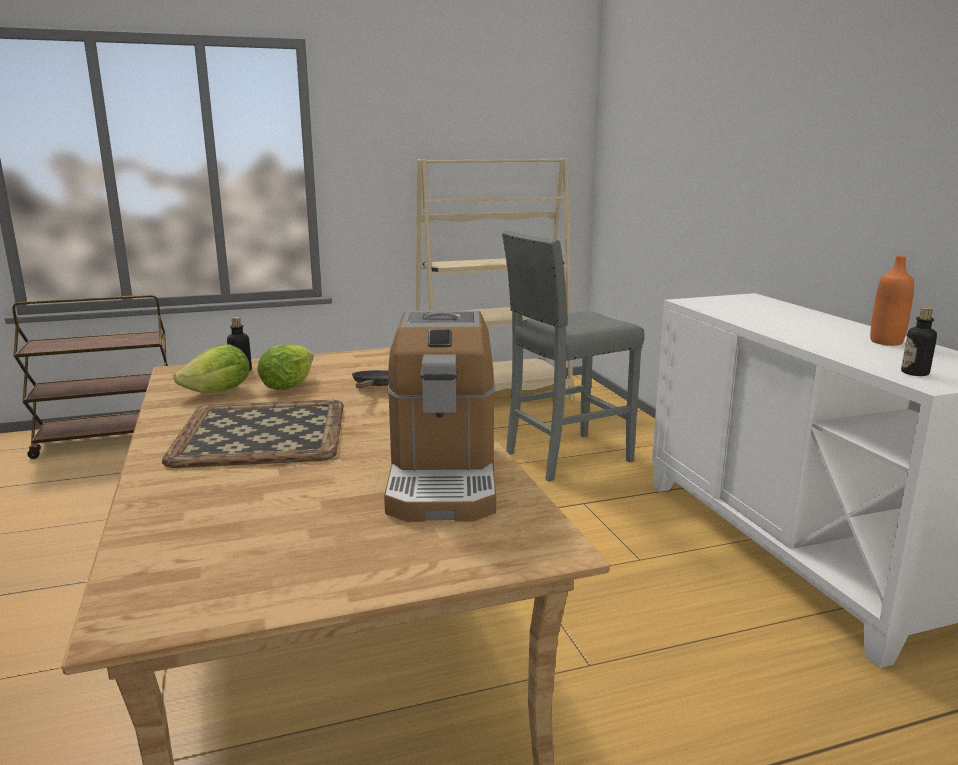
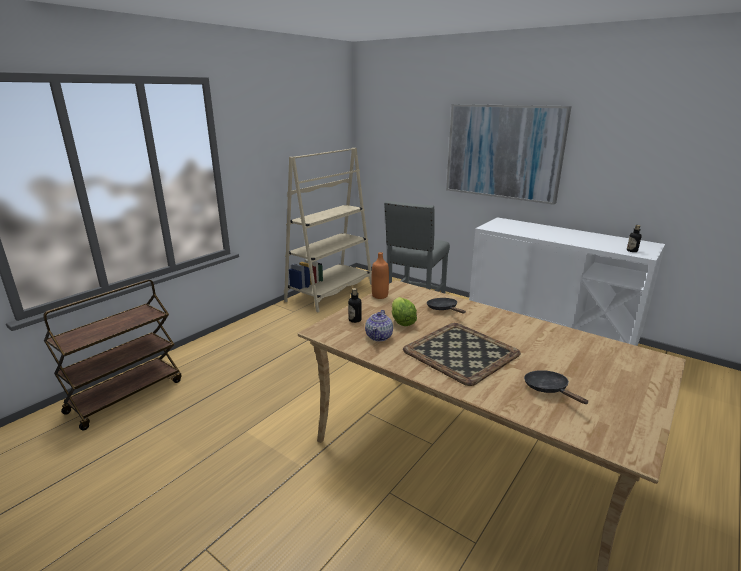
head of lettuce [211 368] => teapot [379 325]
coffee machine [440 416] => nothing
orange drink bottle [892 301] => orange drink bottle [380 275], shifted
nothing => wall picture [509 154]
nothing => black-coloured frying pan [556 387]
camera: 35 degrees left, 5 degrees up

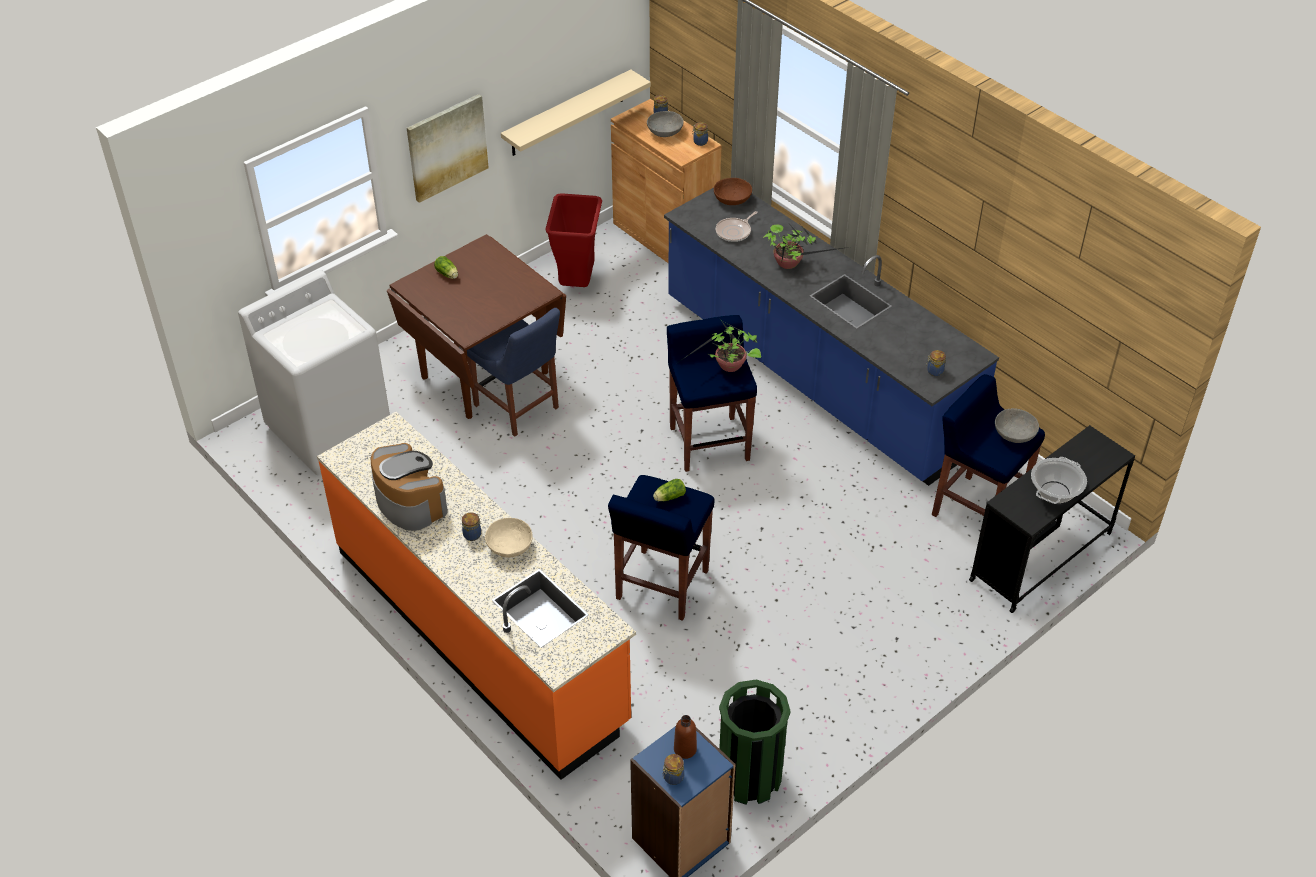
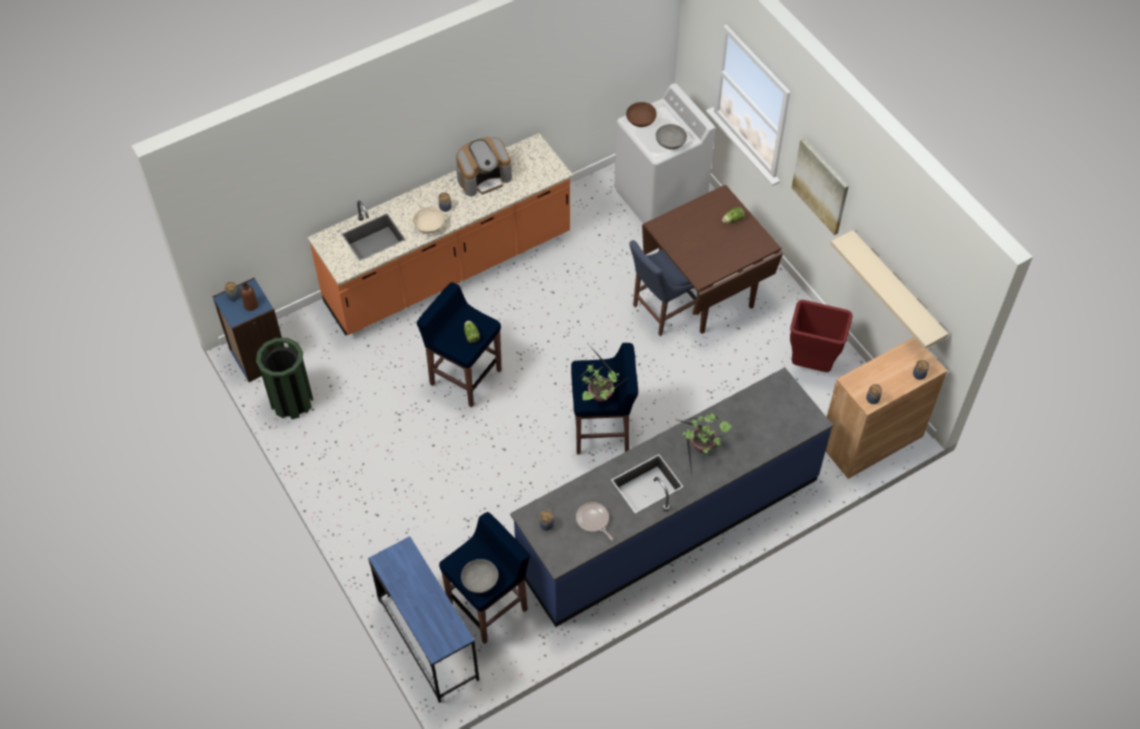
gray deep dish [665 124] => gray deep dish [671 137], shifted
brown deep dish [733 191] => brown deep dish [641 114], shifted
frying pan [737 226] => frying pan [595 521], shifted
black-coloured desk unit [1052 519] => blue-coloured desk unit [423 619]
saucepot [1059 480] => nothing
camera: 100 degrees right, 10 degrees up

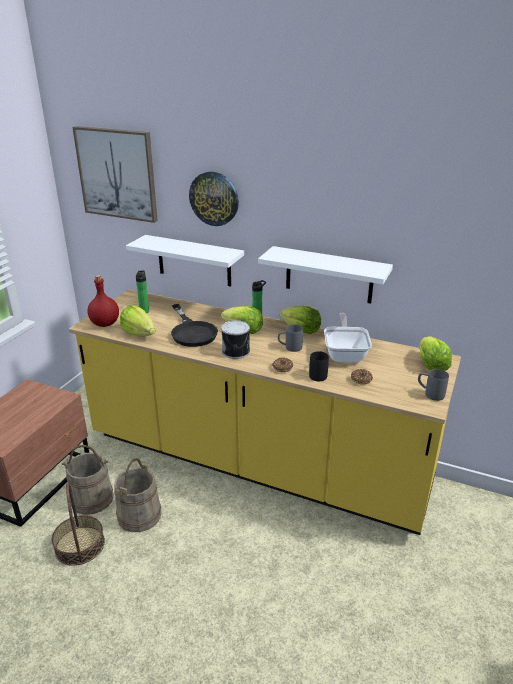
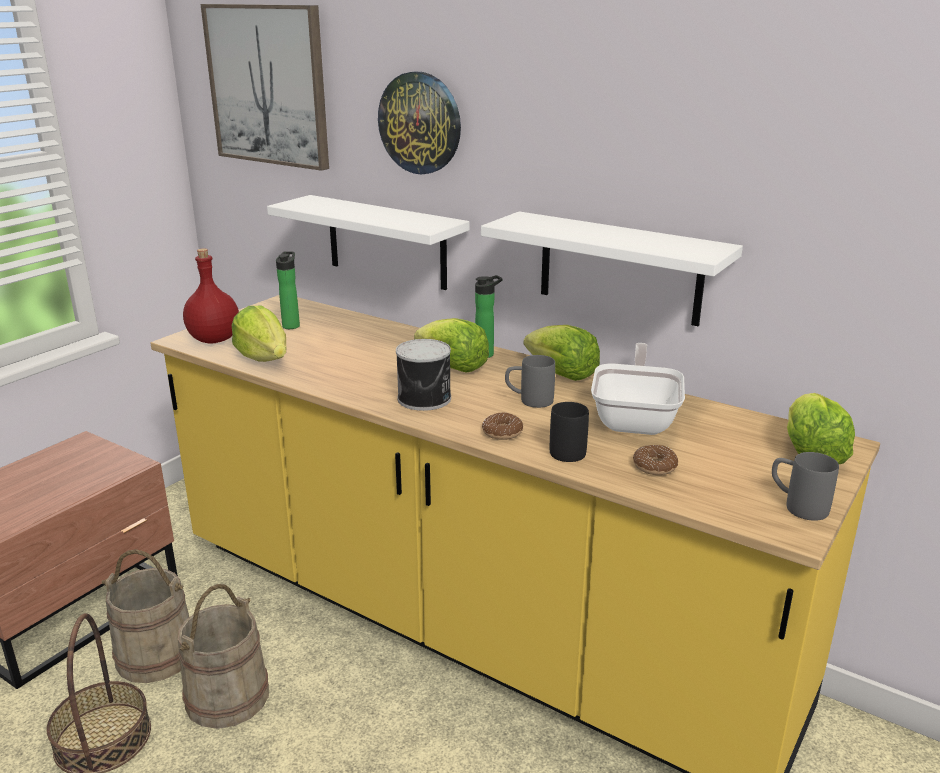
black-coloured frying pan [194 325] => nothing
camera: 10 degrees right, 5 degrees down

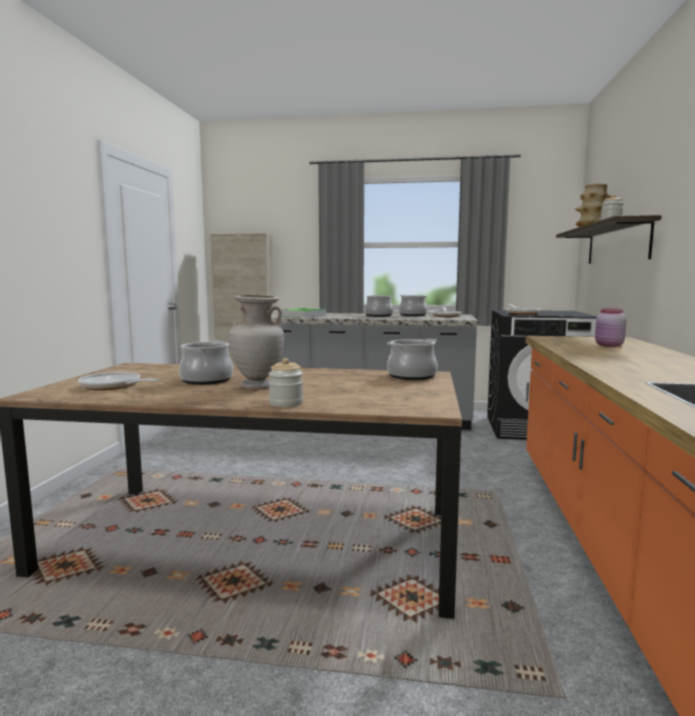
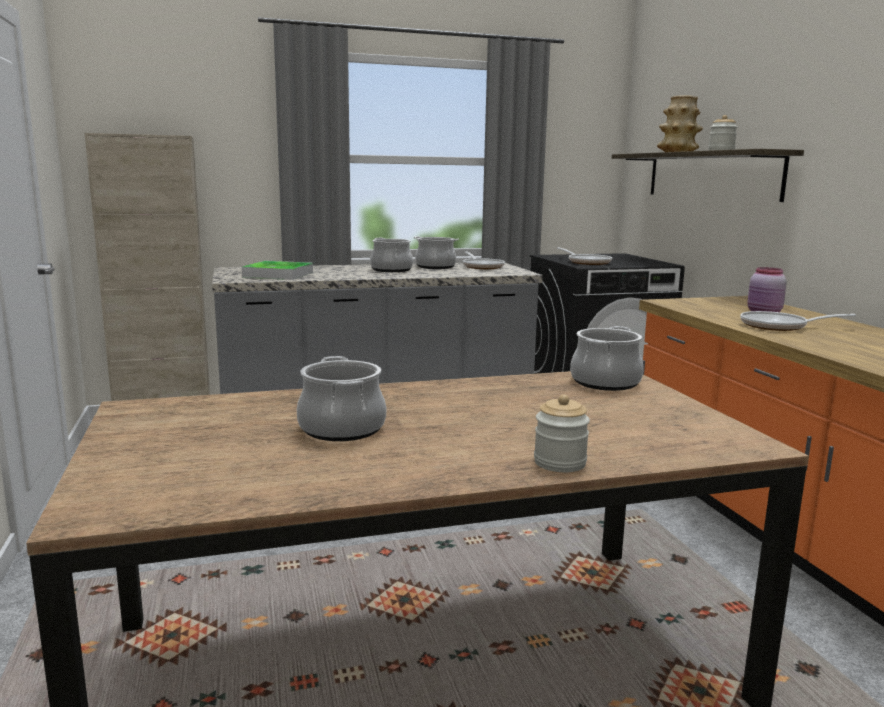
frying pan [118 381] => frying pan [798 321], shifted
sand-coloured vase [256 342] => nothing
camera: 25 degrees left, 5 degrees up

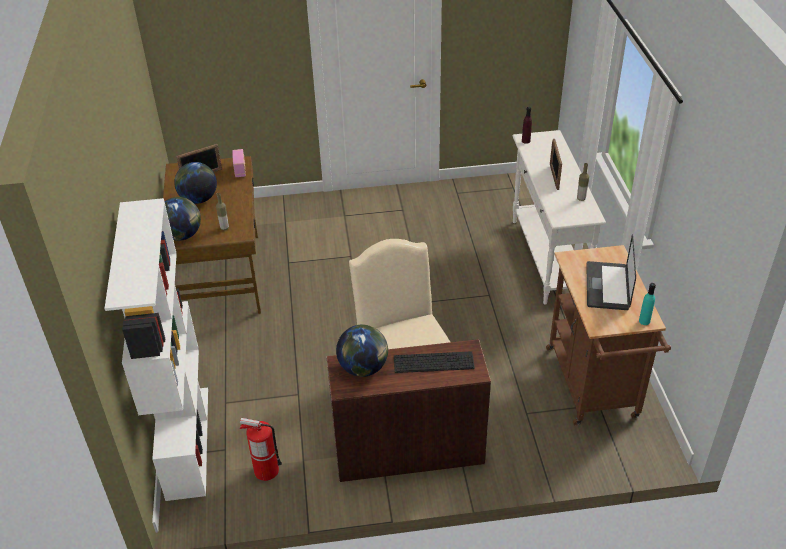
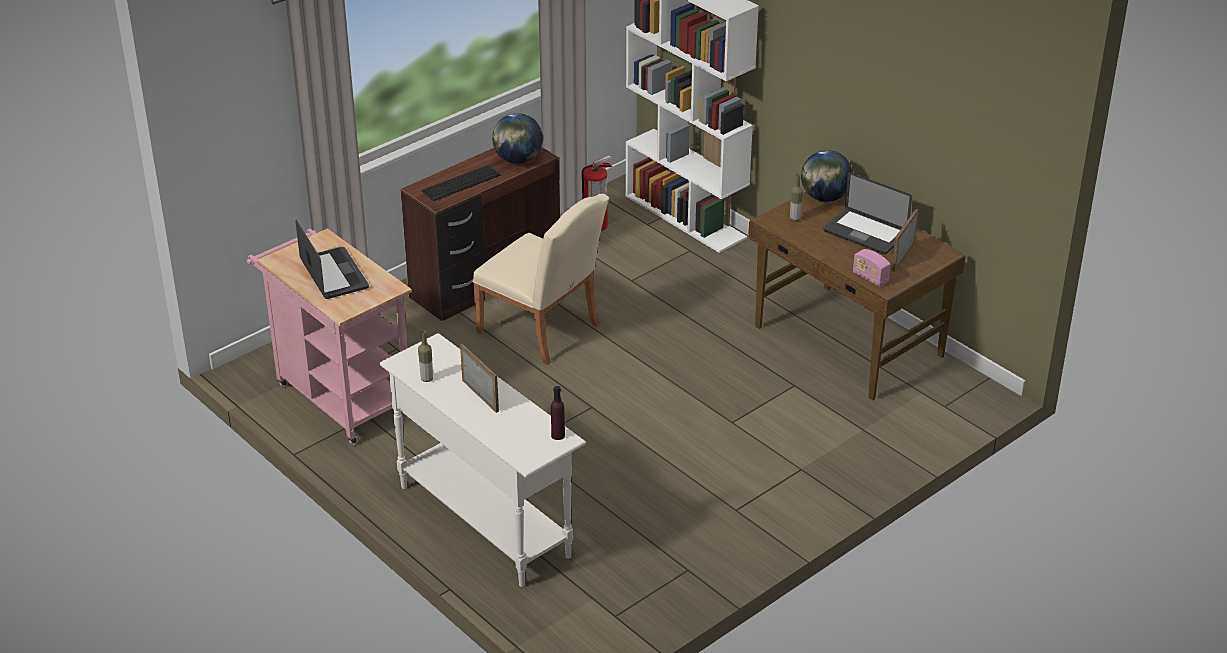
globe [195 183] => notebook computer [867 213]
brown cart [608 335] => pink cart [329 336]
turquoise-coloured drink bottle [647 304] => nothing
camera: 145 degrees right, 5 degrees down

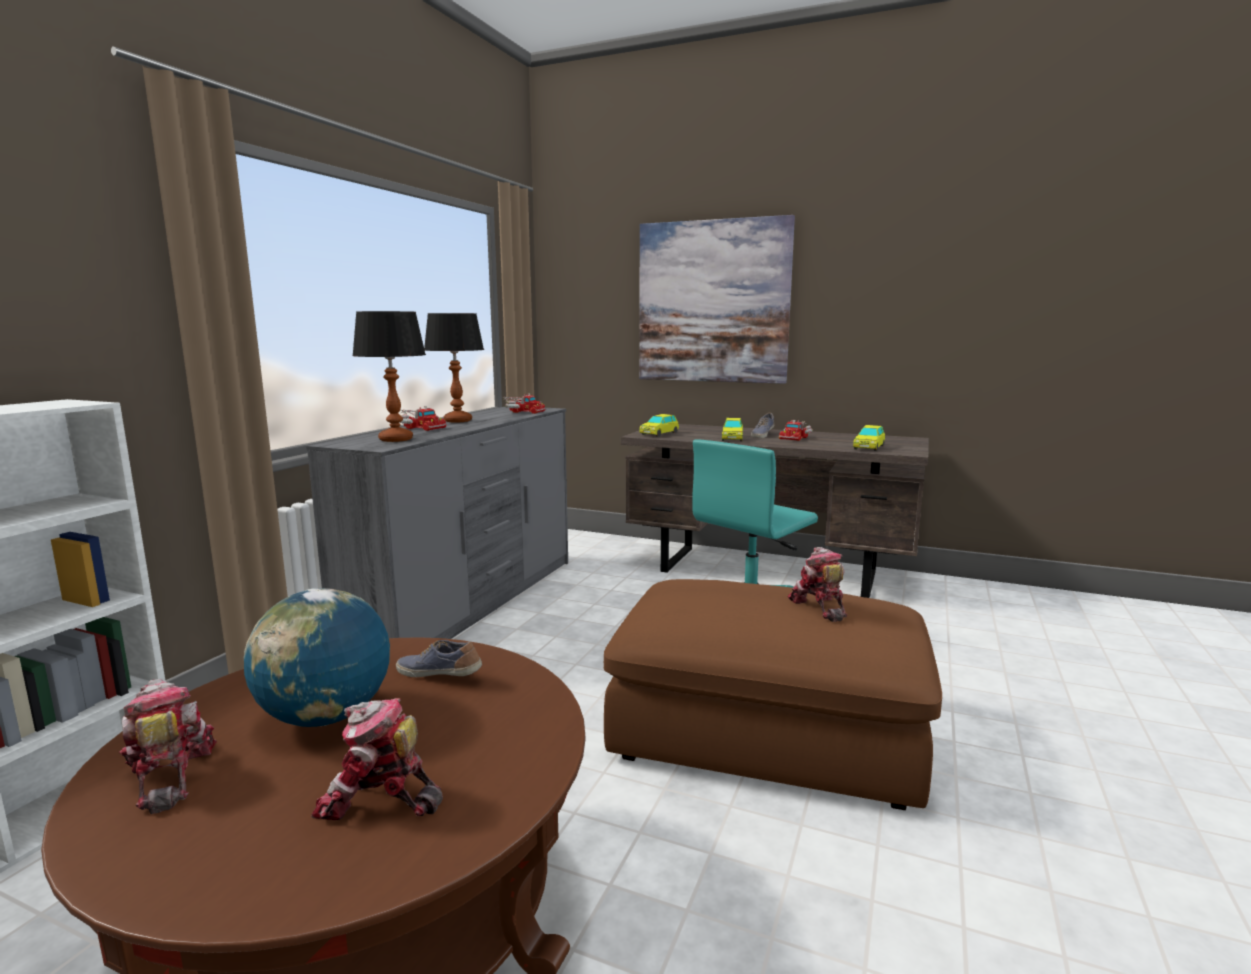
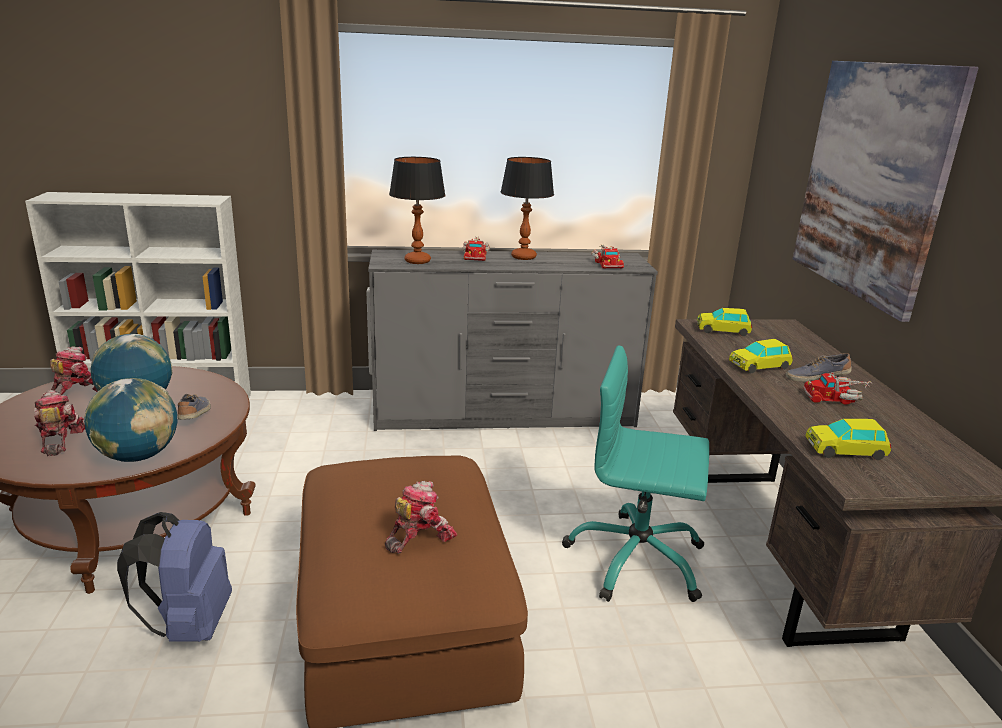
nothing => globe [130 420]
nothing => blue-coloured backpack [174 577]
camera: 60 degrees right, 10 degrees up

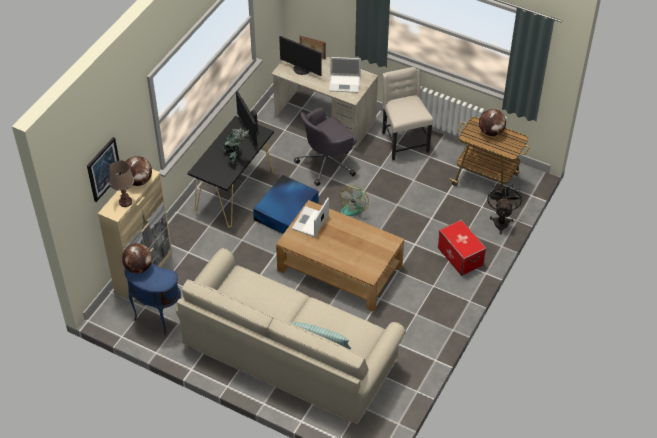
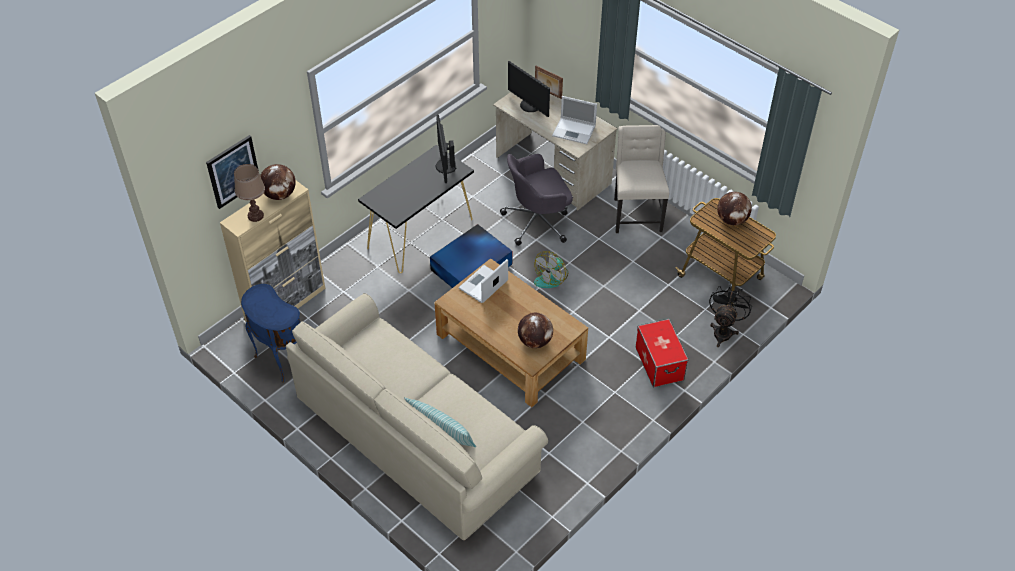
globe [137 259] => globe [535 330], shifted
plant in a pot [235 145] => nothing
camera: 15 degrees right, 0 degrees up

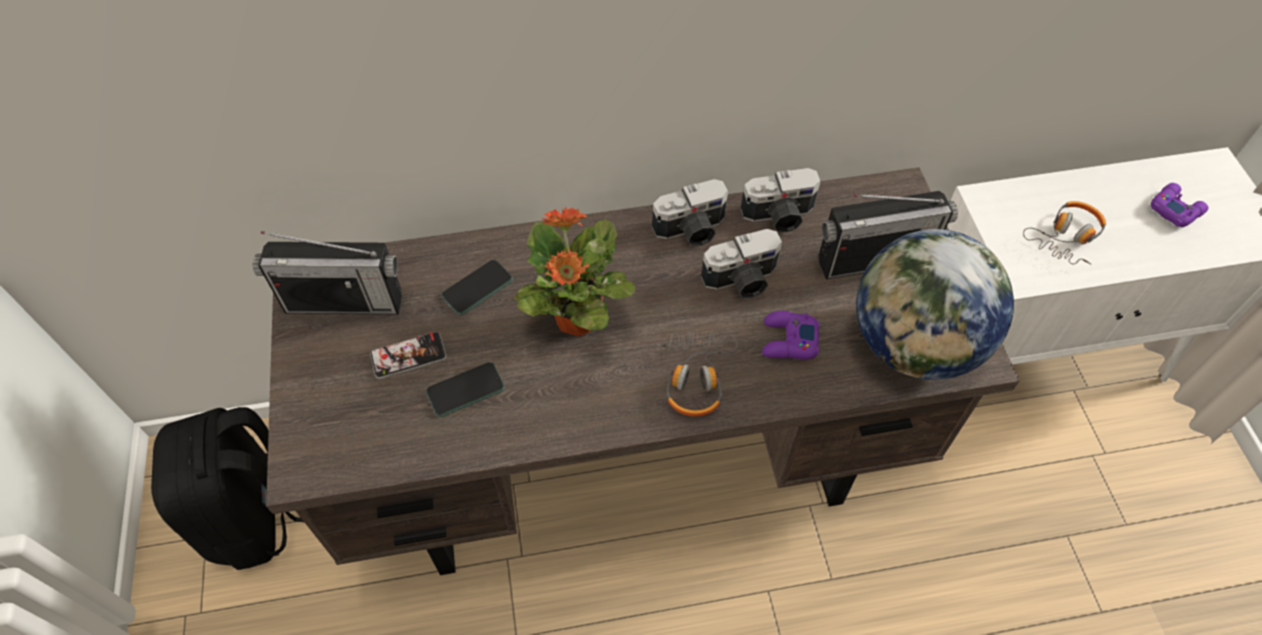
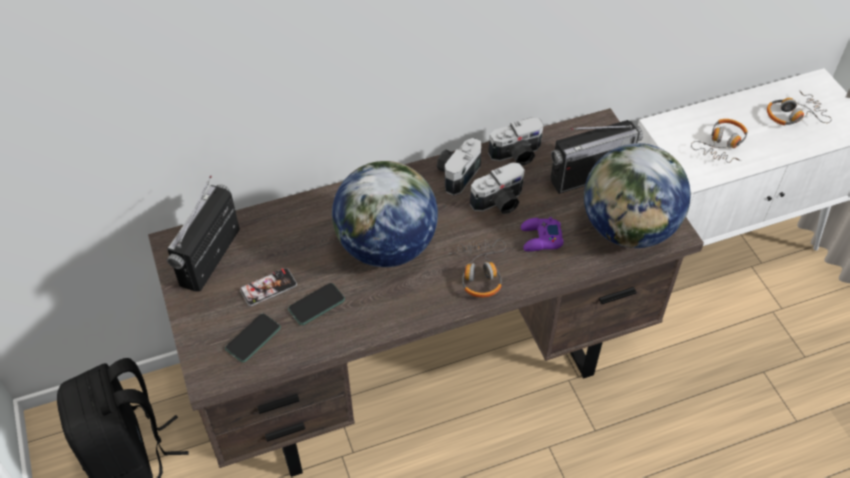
radio [327 272] => radio [203 233], 120 degrees clockwise
telephone [477 287] => telephone [253 338], shifted
plant in a pot [574 271] => globe [385 214]
photo camera [690 212] => photo camera [459 167], 150 degrees clockwise
purplish game controller [1179 205] => headphones [799 107]
camera: 10 degrees left, 5 degrees down

